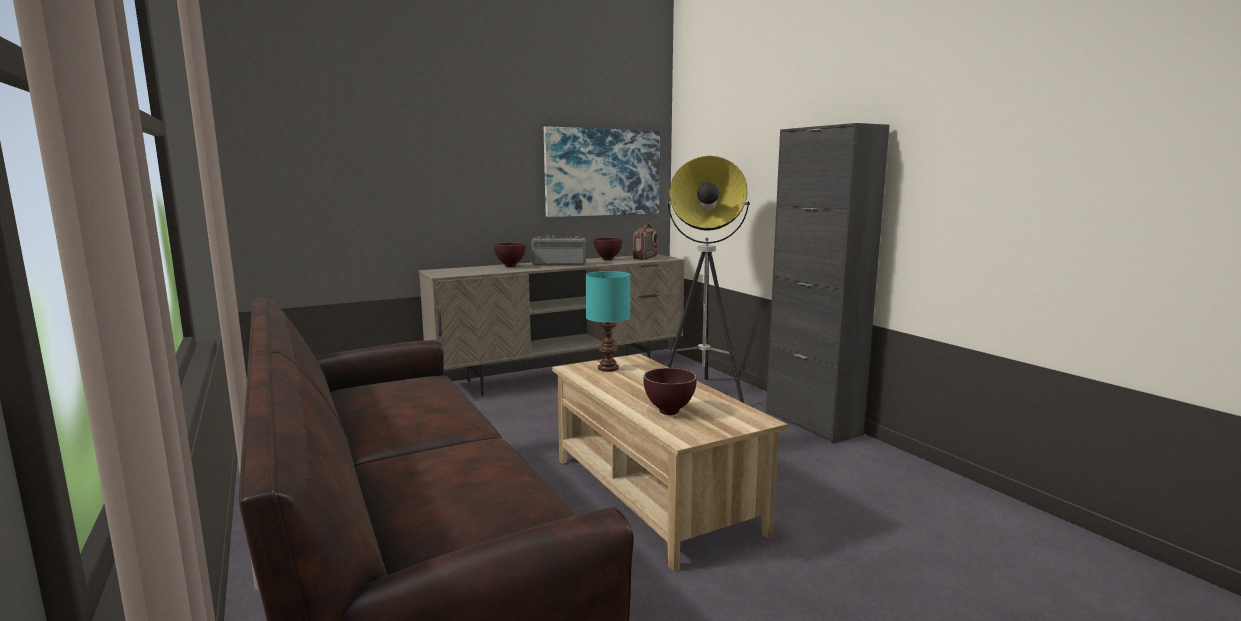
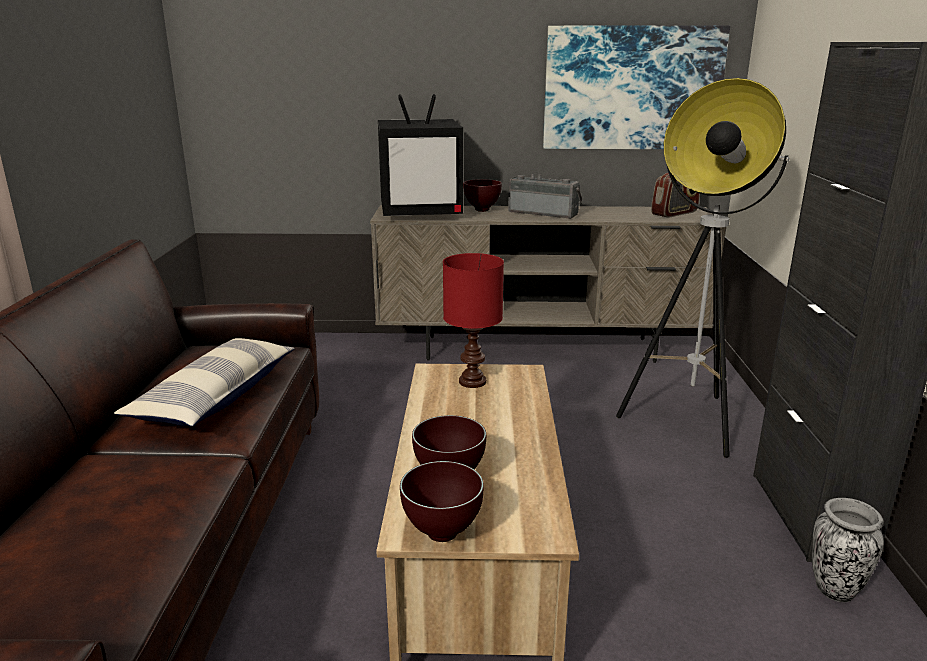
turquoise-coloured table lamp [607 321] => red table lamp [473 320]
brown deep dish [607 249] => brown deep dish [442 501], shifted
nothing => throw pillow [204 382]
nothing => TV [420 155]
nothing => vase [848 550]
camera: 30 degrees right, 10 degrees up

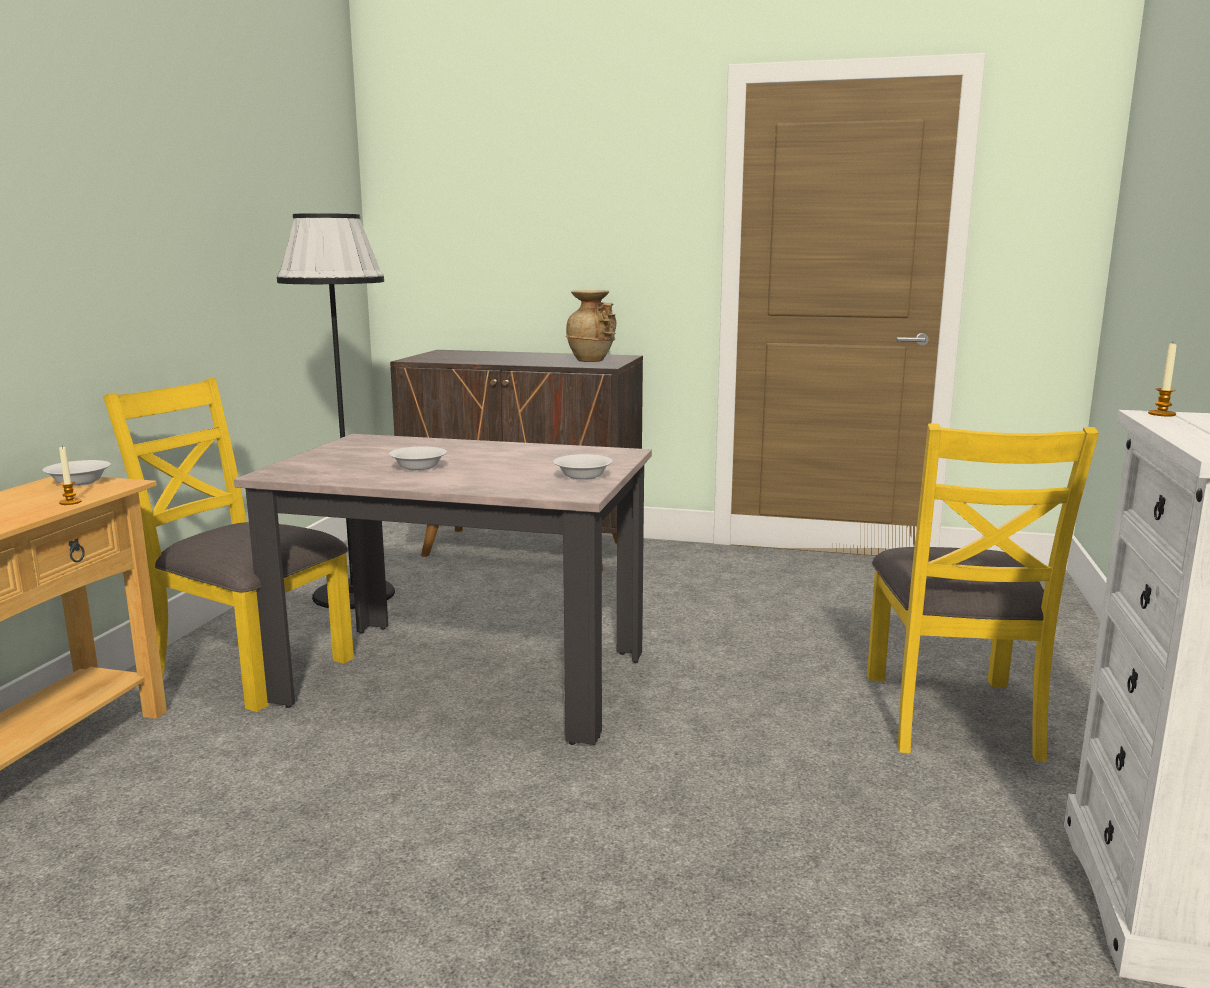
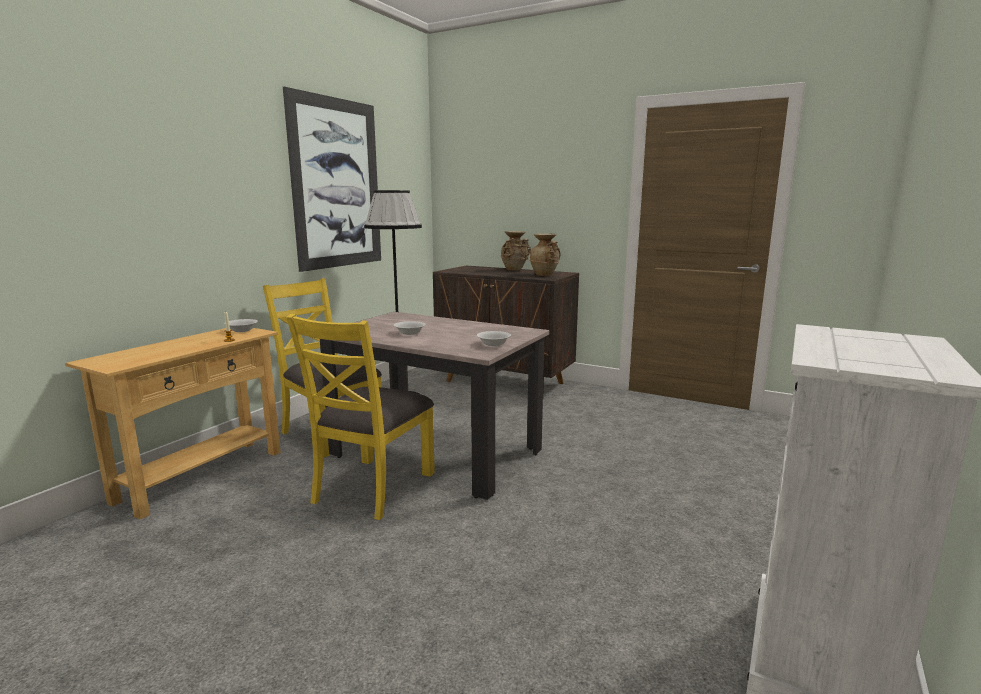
yellowish plain chair [983 593] => yellowish plain chair [360 417], shifted
wax candle [1162 379] => nothing
nothing => wall picture [332 179]
nothing => sand-coloured vase [515 251]
camera: 15 degrees right, 0 degrees up

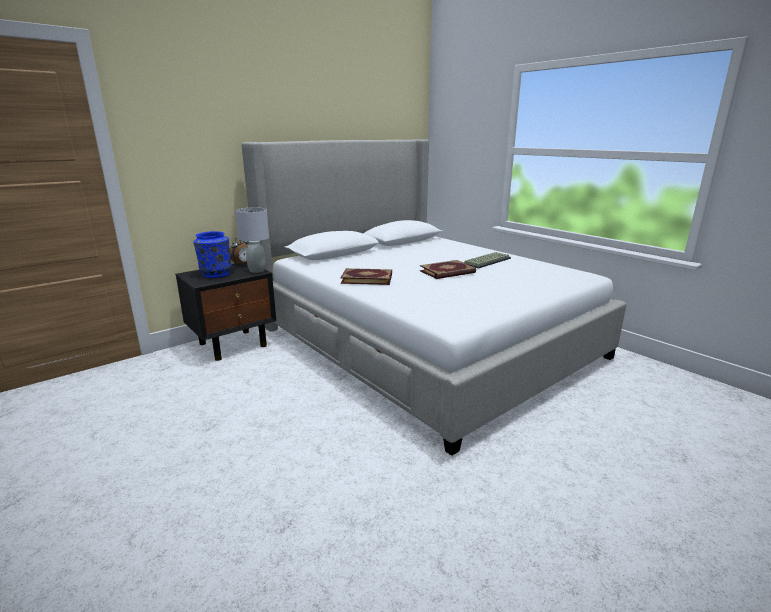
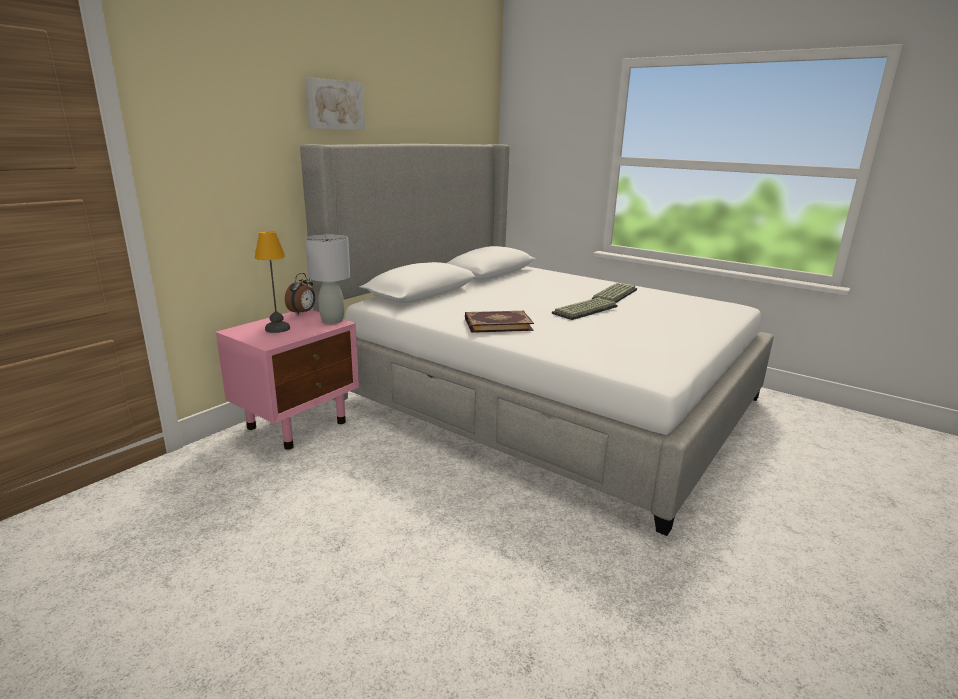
black-coloured nightstand [225 312] => pink nightstand [287 380]
blue-coloured vase [212 254] => table lamp [272 282]
bound book [448 269] => computer keyboard [585 308]
nothing => wall picture [335 103]
camera: 15 degrees left, 0 degrees up

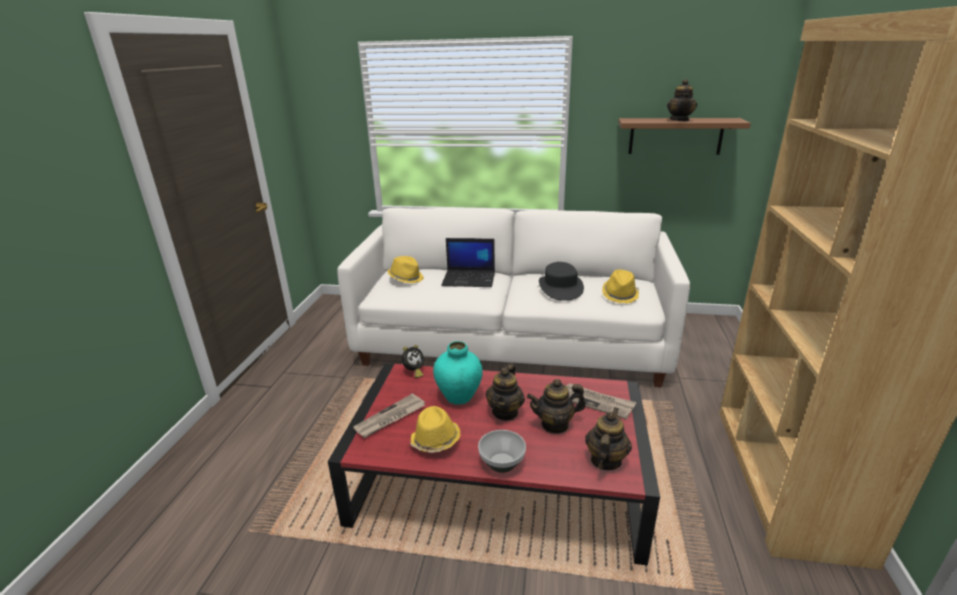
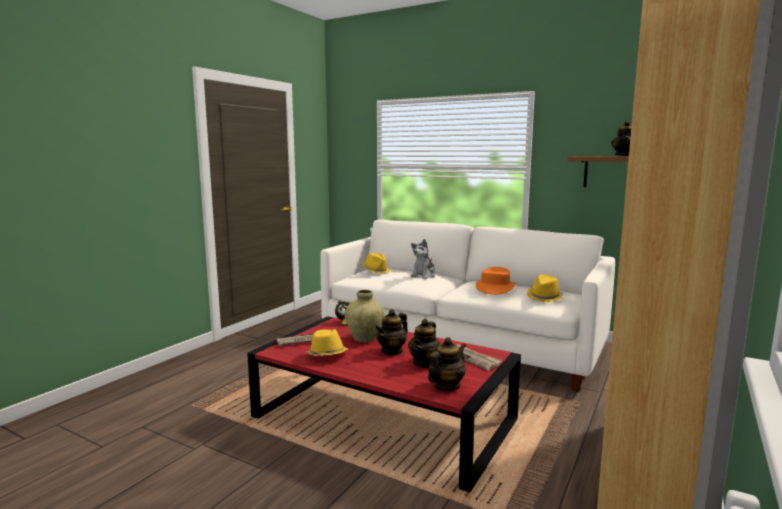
turquoise-coloured vase [458 373] => sand-coloured vase [365 316]
notebook computer [468 262] => soft toy [423 259]
deep dish [502 451] => nothing
teapot [556 406] => teapot [424 343], 75 degrees counterclockwise
black-coloured wearable hat [561 281] => orange wearable hat [495 281]
camera: 20 degrees right, 15 degrees down

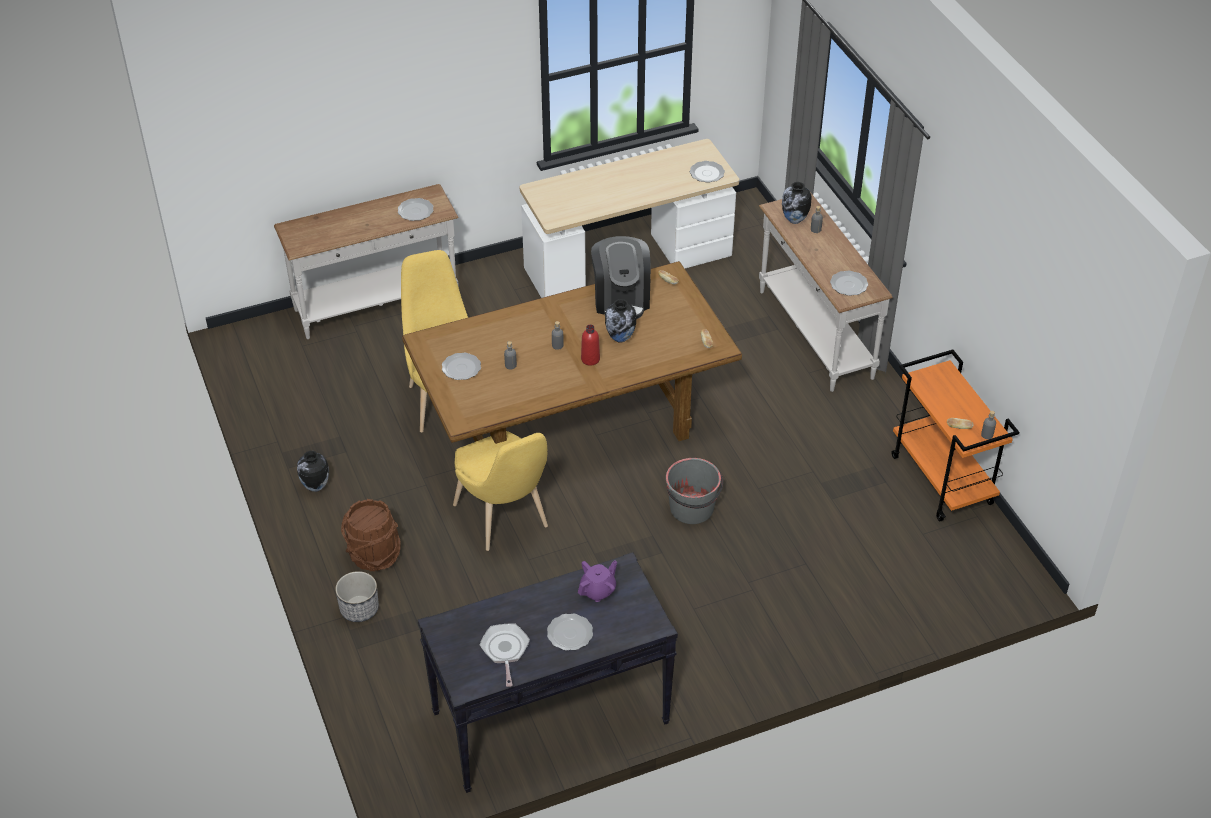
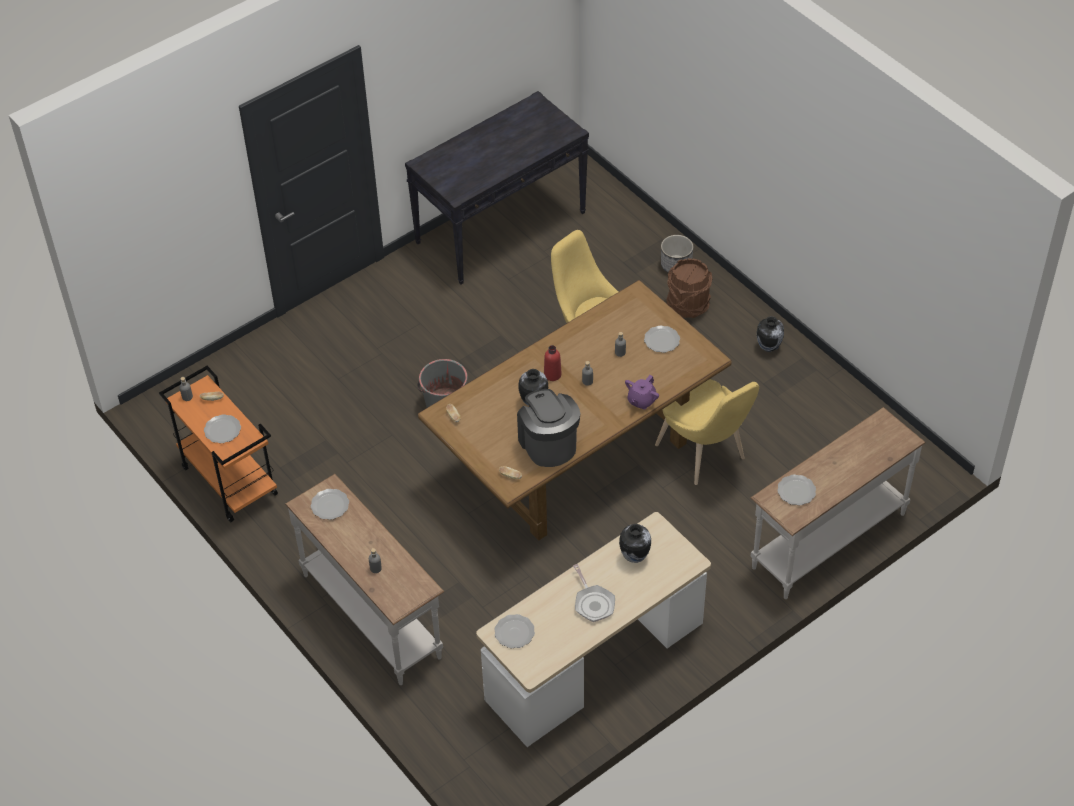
frying pan [504 655] => frying pan [594 593], shifted
plate [570 632] => plate [222 428], shifted
purplish teapot [597 581] => purplish teapot [642 392], shifted
vase [797 203] => vase [635 543], shifted
camera: 165 degrees right, 5 degrees up

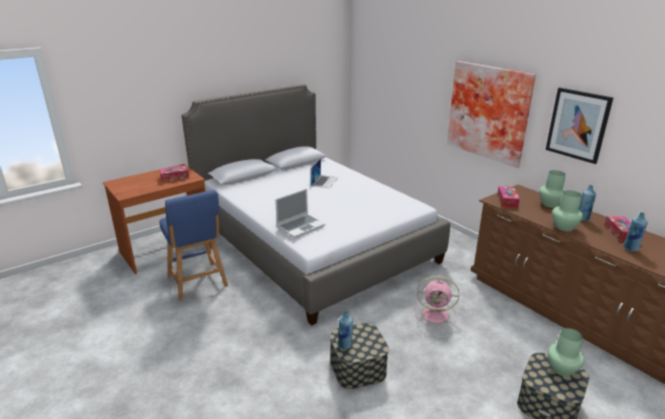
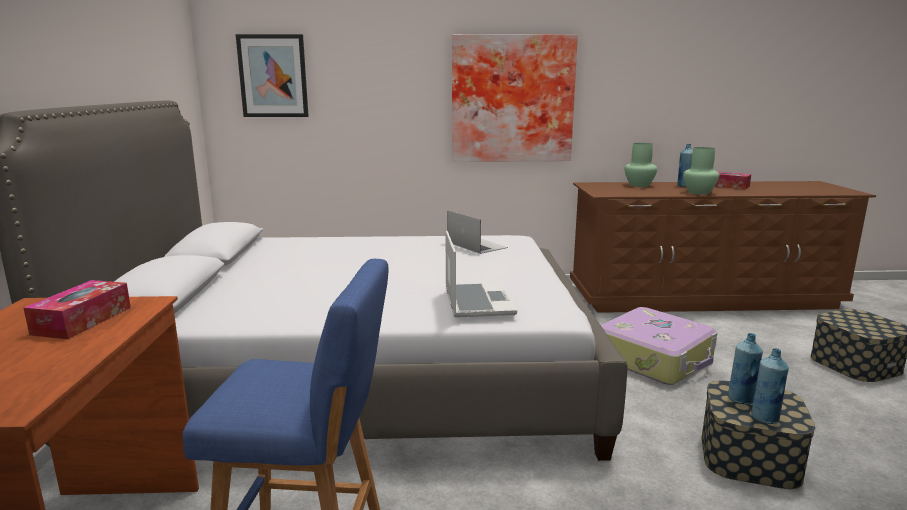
notebook computer [325 173] => notebook computer [477 232], shifted
pink cooling fan [437 302] => piece of luggage [659 346]
tissue holder [508 197] => nothing
wall picture [579 125] => wall picture [272 75], shifted
greenish vase [566 352] => nothing
blue-coloured drink bottle [635 232] => blue-coloured drink bottle [745 369], shifted
camera: 55 degrees left, 10 degrees down

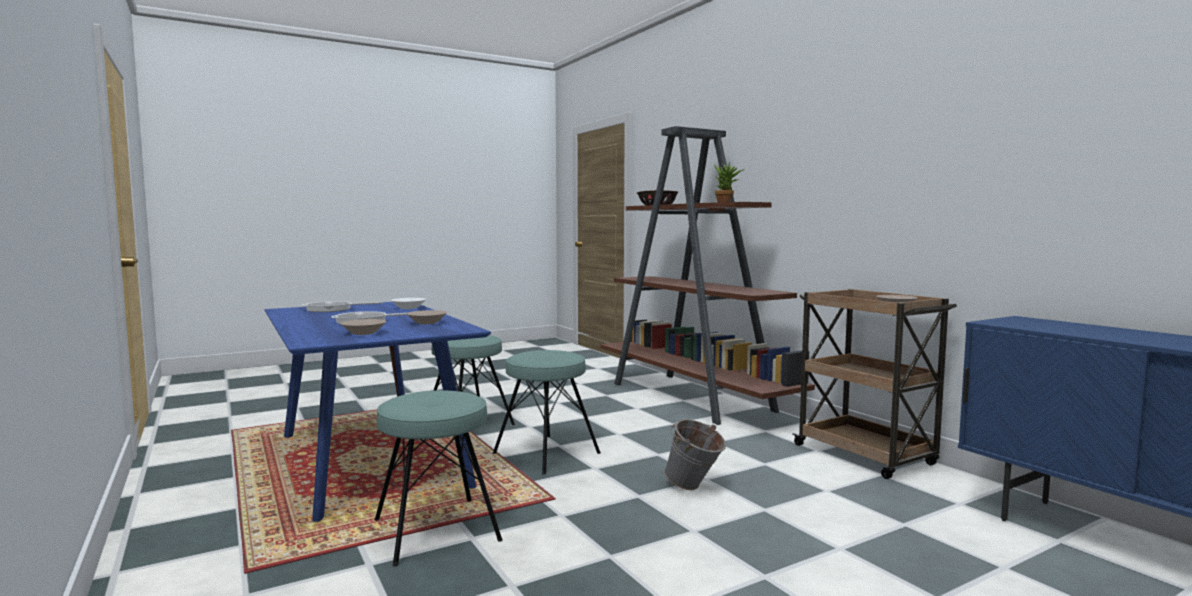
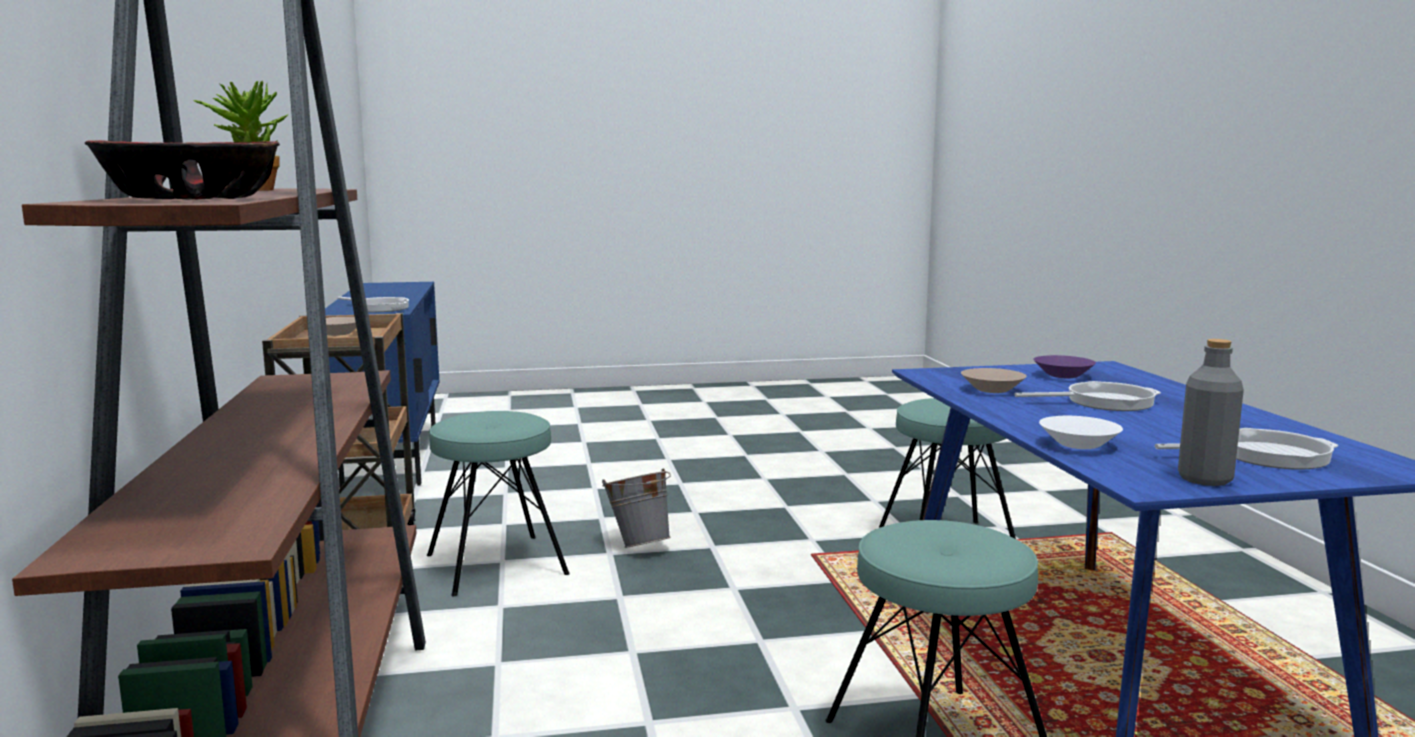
sand-coloured deep dish [363 327] => purplish deep dish [1064 366]
turquoise-coloured stool [547 412] => turquoise-coloured stool [498 503], shifted
nothing => frying pan [373 304]
nothing => gray drink bottle [1211 412]
camera: 160 degrees left, 5 degrees up

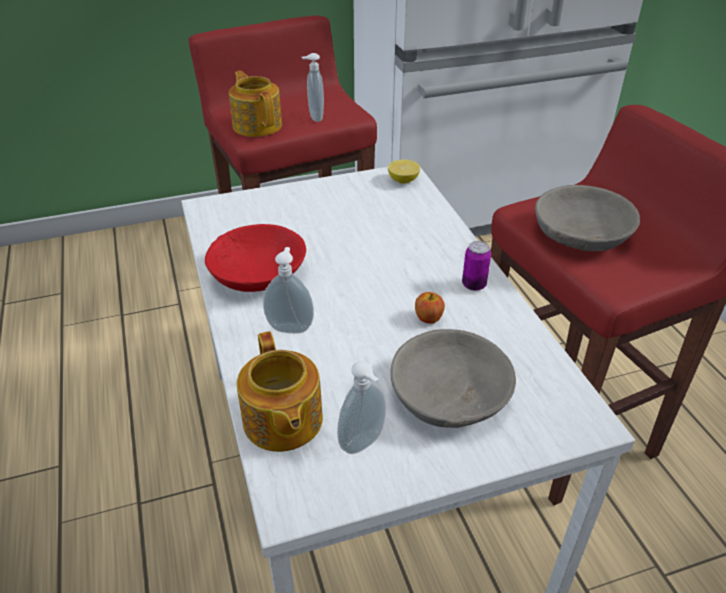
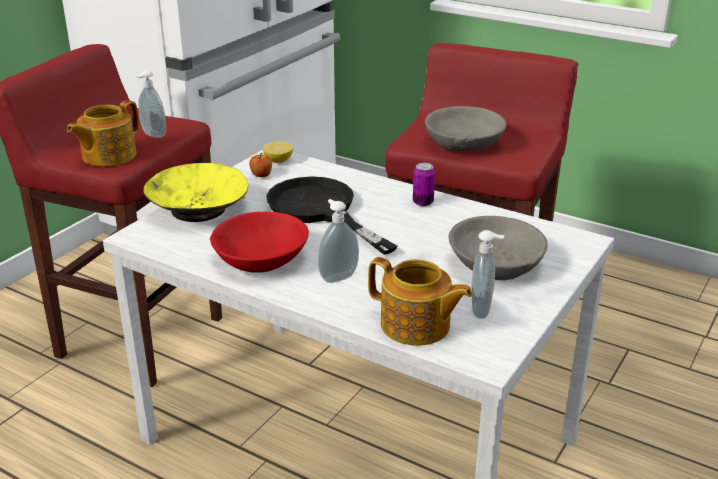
teapot [255 104] => teapot [103 133], 75 degrees counterclockwise
whole apple [430 308] => whole apple [260 165], shifted
nothing => yellowish deep dish [196 192]
nothing => black-coloured frying pan [331 215]
camera: 40 degrees left, 10 degrees down

